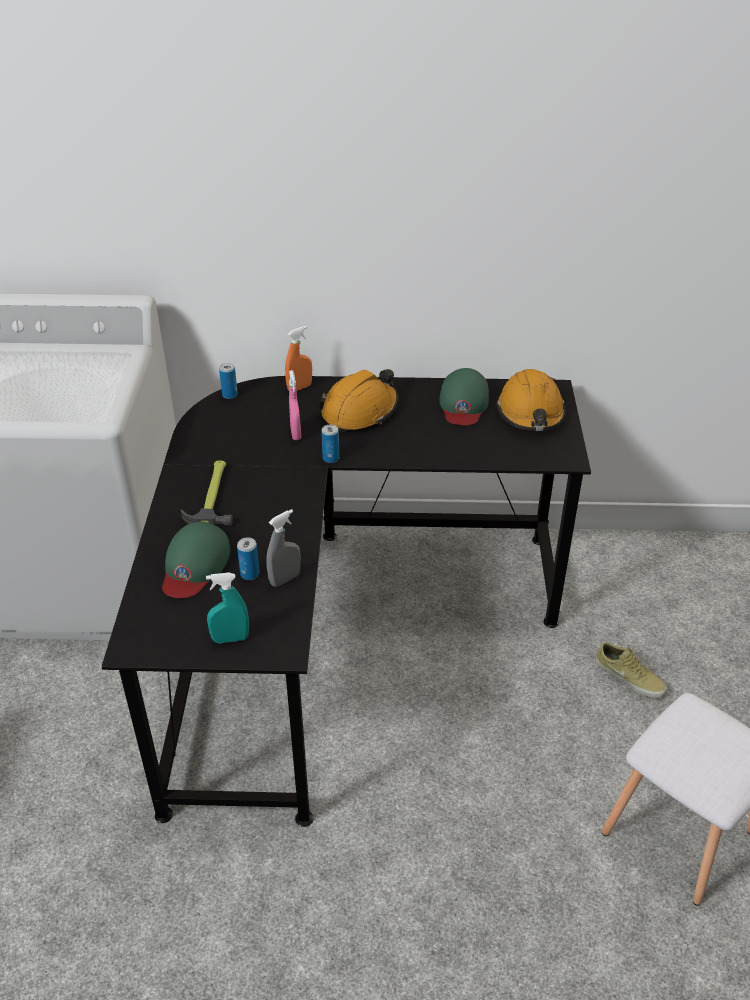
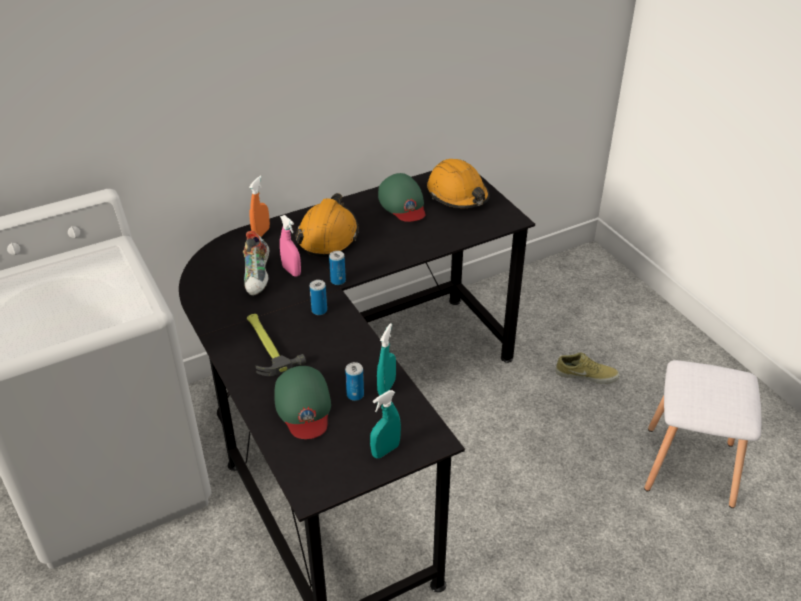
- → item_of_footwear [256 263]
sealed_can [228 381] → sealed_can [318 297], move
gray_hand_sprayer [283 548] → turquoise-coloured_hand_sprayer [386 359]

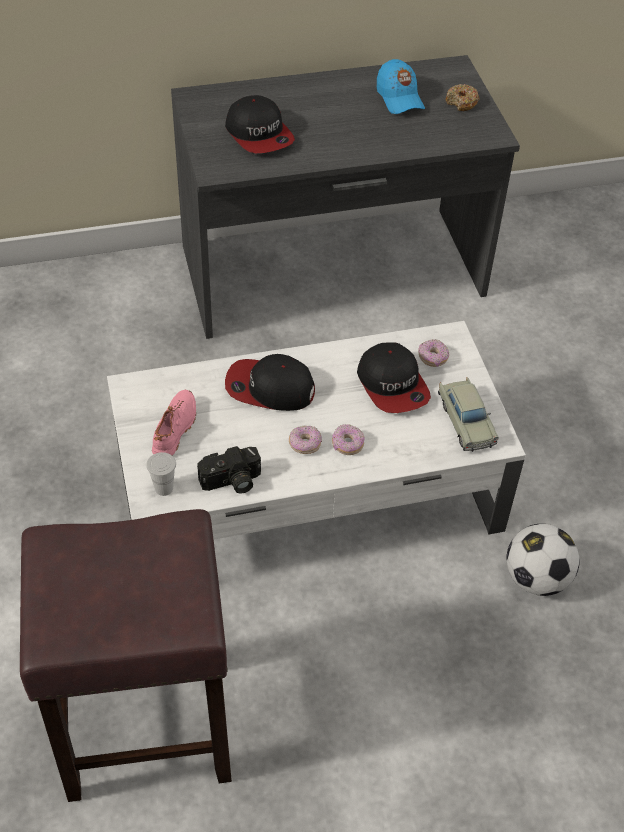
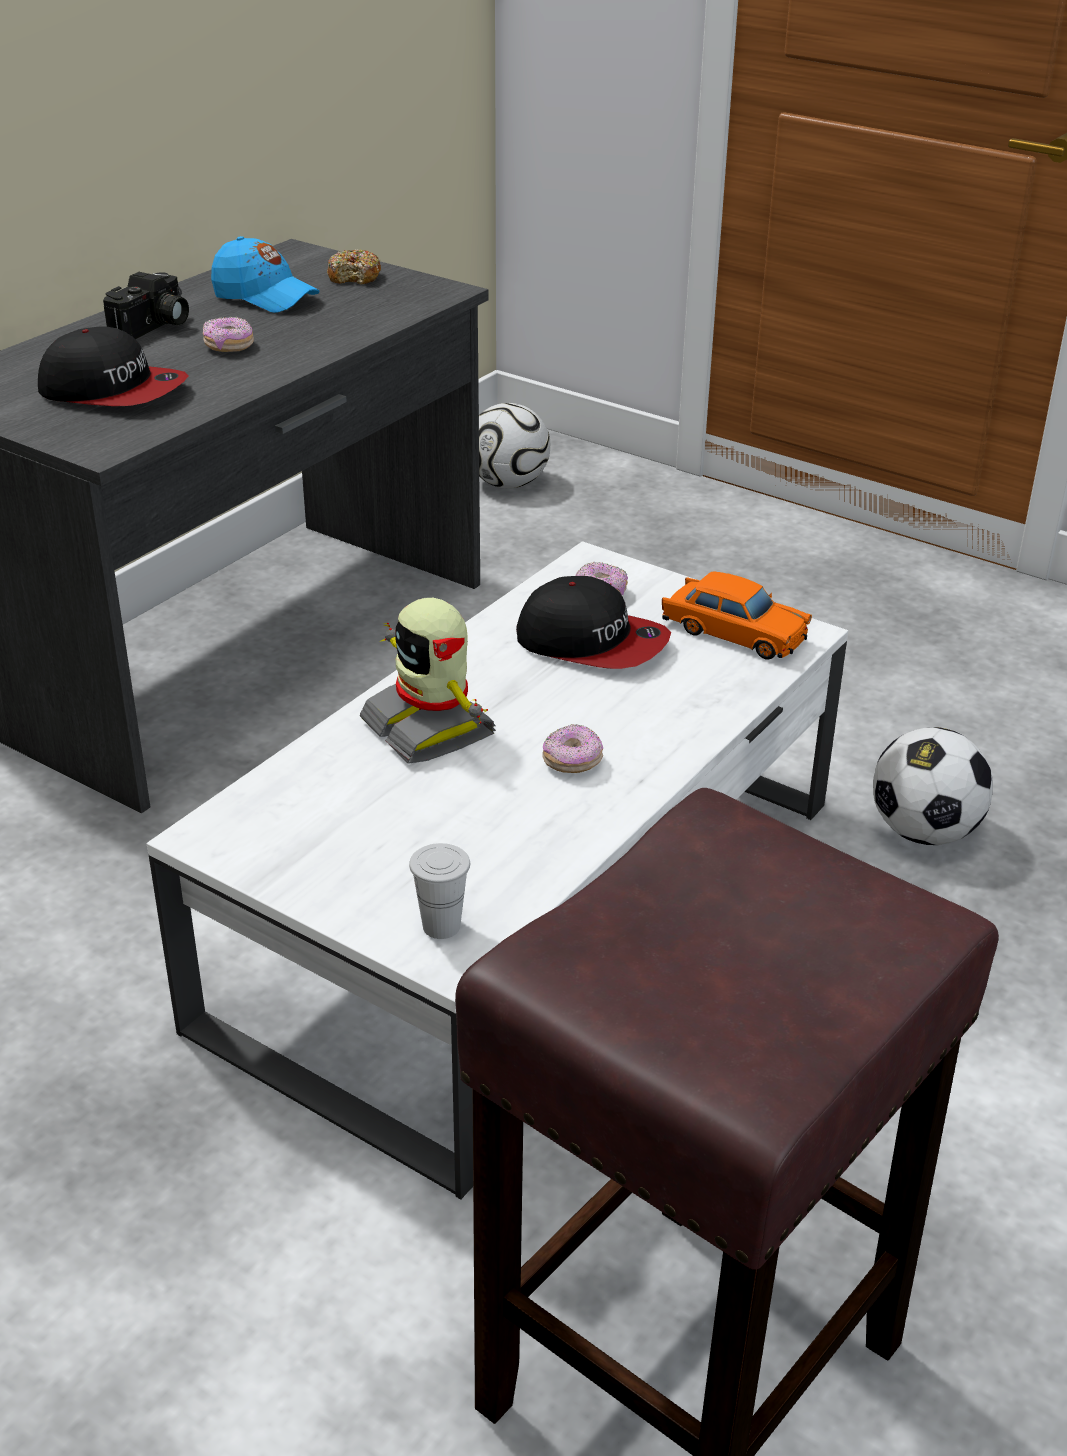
pink_item_of_footwear [174 422] → -
- → football_ball [514 446]
still_camera [229 470] → still_camera [146 305], move
ring_doughnut [348 439] → ring_doughnut [228 334], move
baseball_cap [270 382] → robot_figure [428 680]
beige_miniature_car [468 414] → orange_miniature_car [737 615]

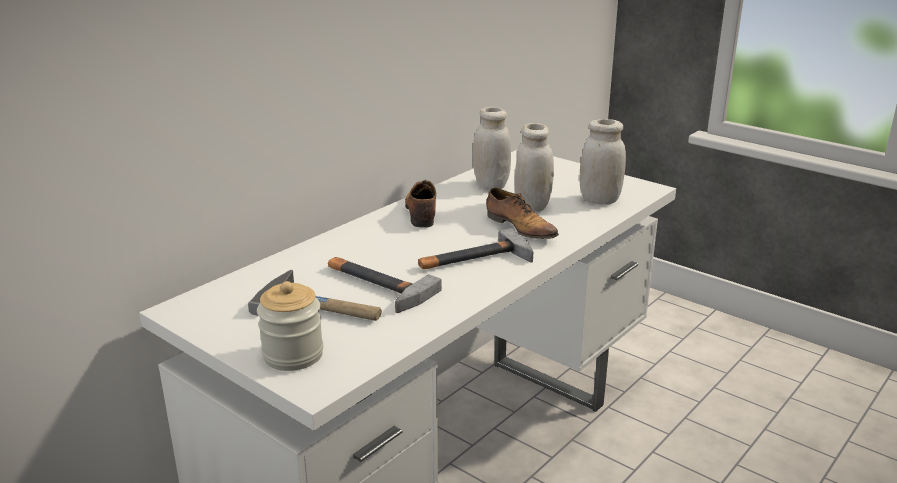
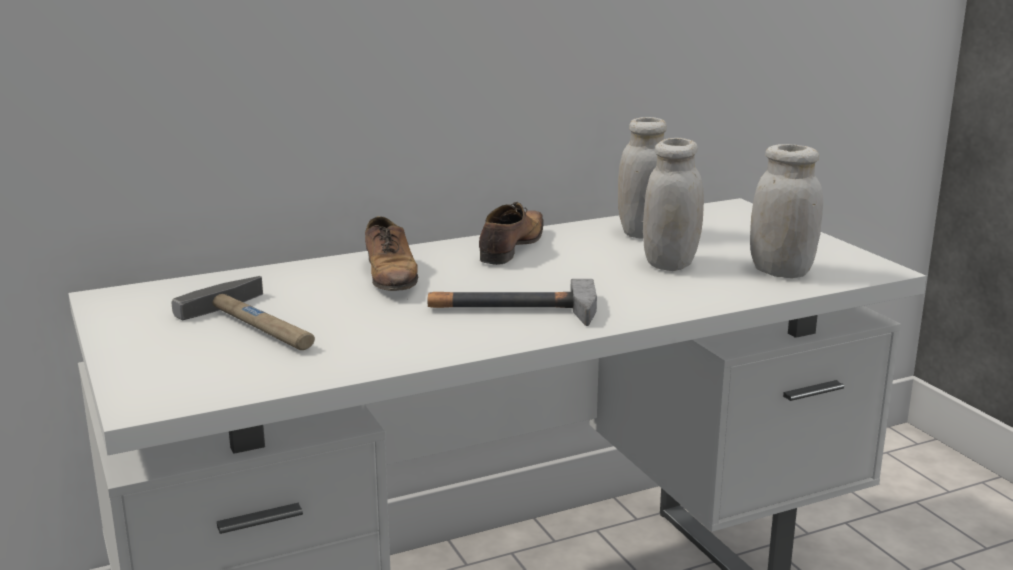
preserve_jar [290 326] → -
tool_hammer [385 285] → -
item_of_footwear [522 213] → item_of_footwear [391 253], move

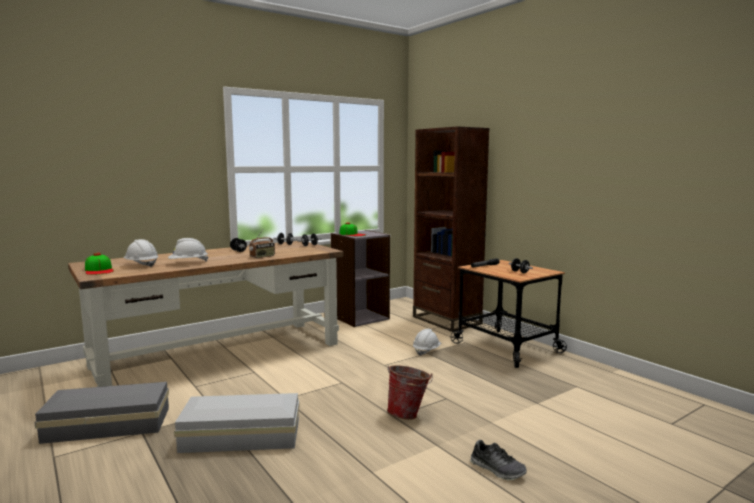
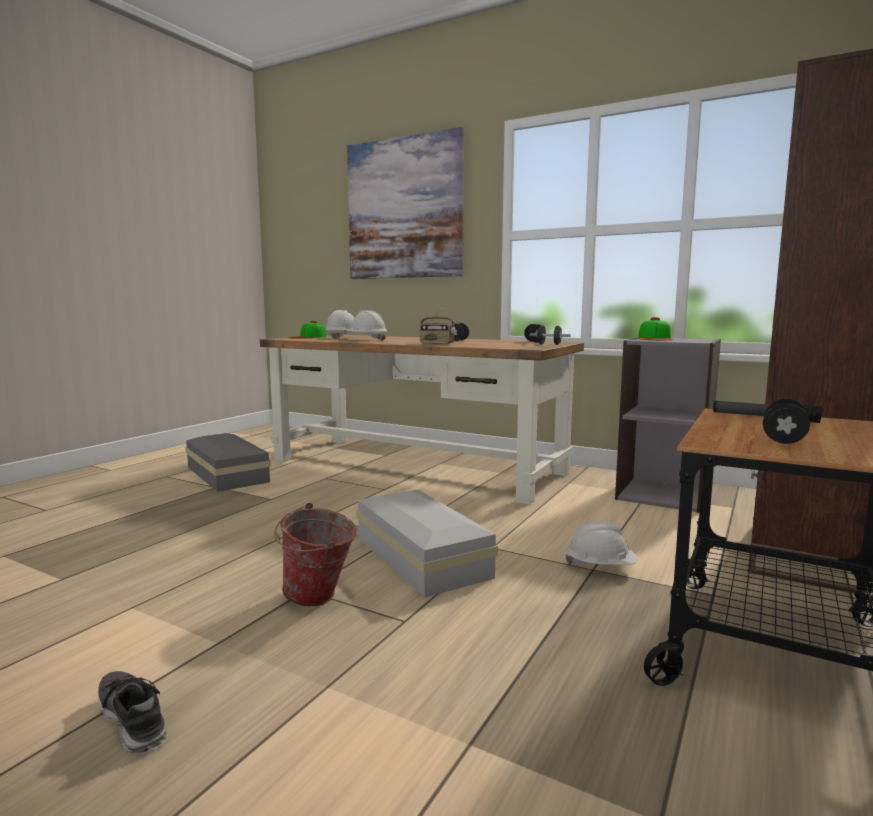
- → picture [405 203]
white-coloured_storage_bin [236 423] → white-coloured_storage_bin [427 543], move
item_of_footwear [498 460] → item_of_footwear [133 712], 120 degrees clockwise

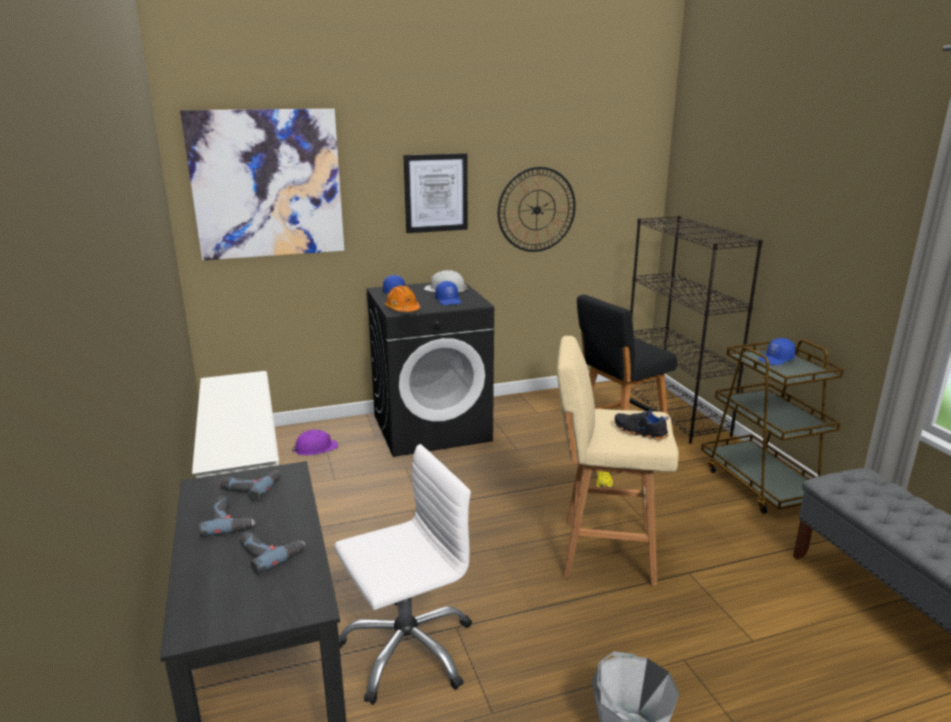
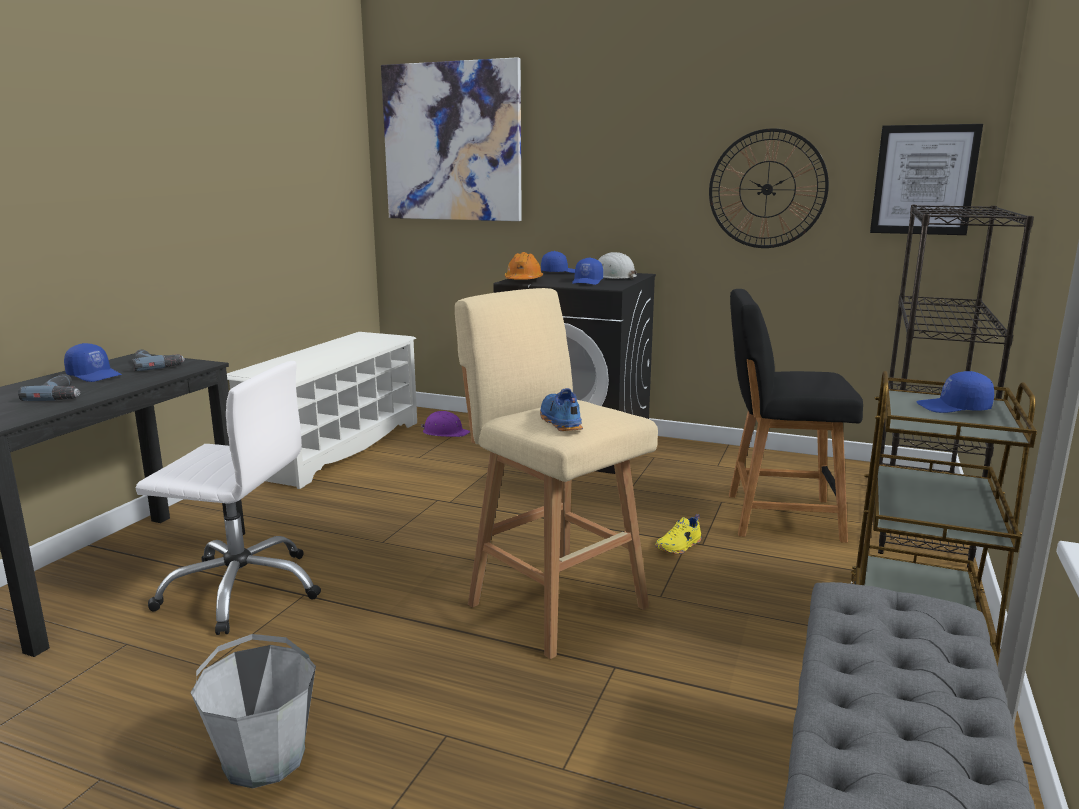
picture [435 193] → picture [926 179], move
power_drill [227 516] → blue-coloured_baseball_cap [93 362]
black_item_of_footwear [641 425] → blue-coloured_item_of_footwear [561 409]

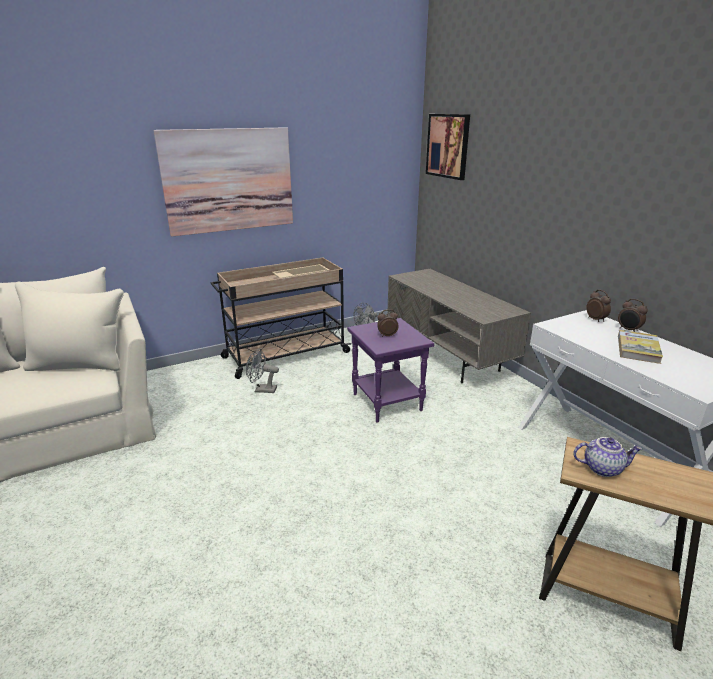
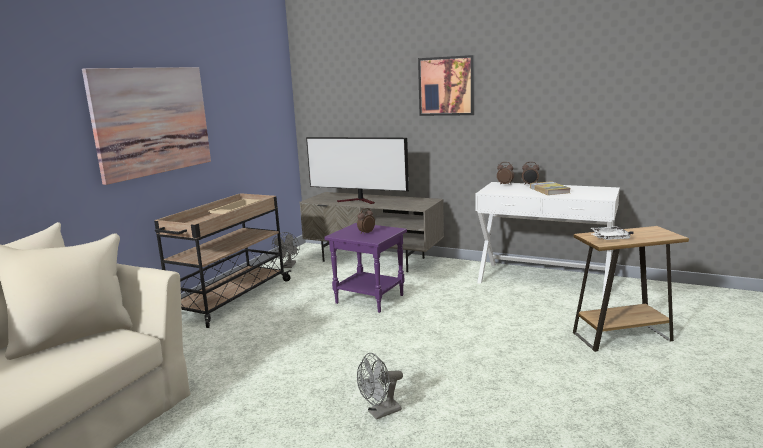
- → television [357 170]
gray_electric_fan [262 370] → gray_electric_fan [380 386], move
picture [448 147] → picture [446 85], move
pot_for_tea [607 457] → white-coloured_tray [612 233]

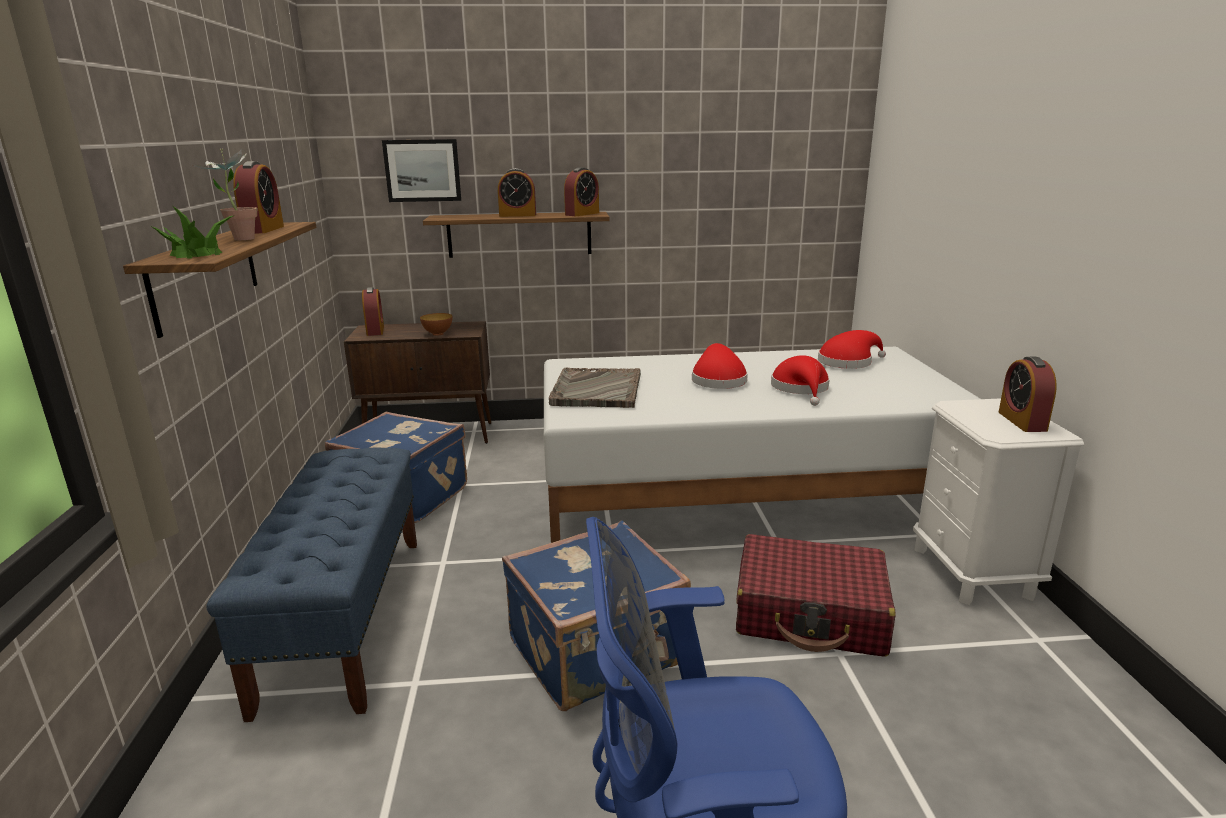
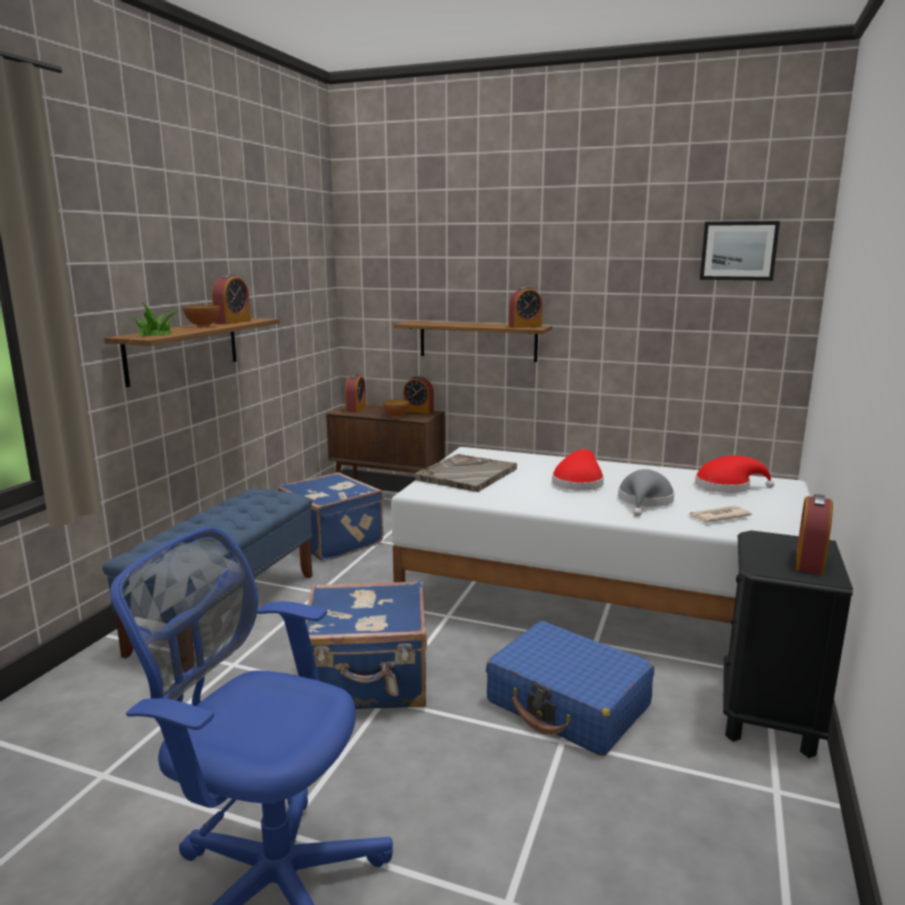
- → newspaper [719 514]
picture [421 170] → picture [740 251], move
bedside_clock [517 192] → bedside_clock [418 395], move
plant_in_a_pot [224 194] → bowl [201 316]
red-coloured_suitcase [816 595] → blue-coloured_suitcase [570 688]
red-coloured_wearable_hat [800 380] → gray_wearable_hat [646 492]
white-coloured_night_table [998 501] → black_night_table [788 644]

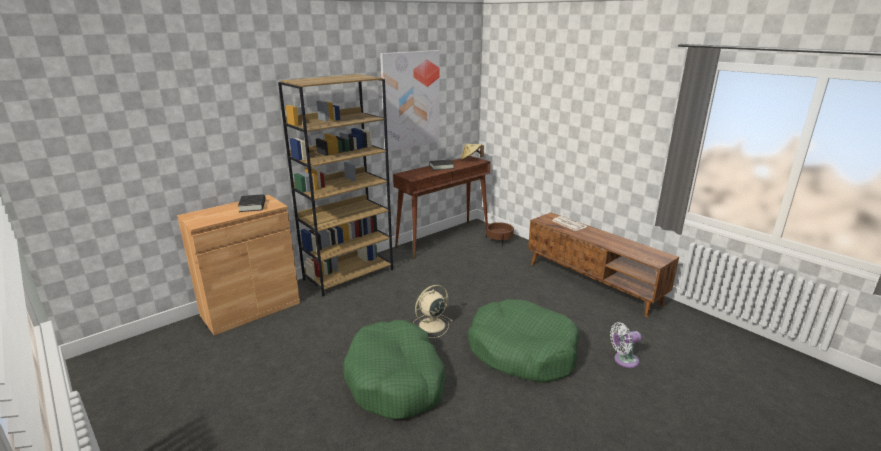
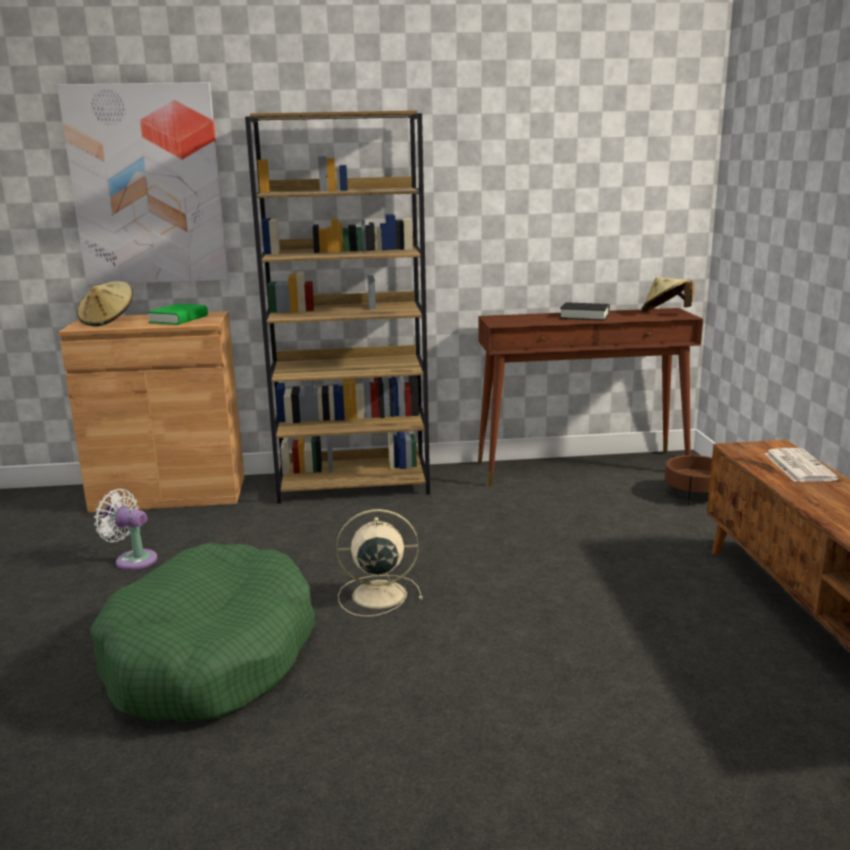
greenish_pet_bed [524 341] → -
- → beige_wearable_hat [105 303]
picture [410 101] → picture [143 183], move
white-coloured_electric_fan [625 345] → white-coloured_electric_fan [125 529], move
black_bound_book [252 203] → greenish_bound_book [177 314]

